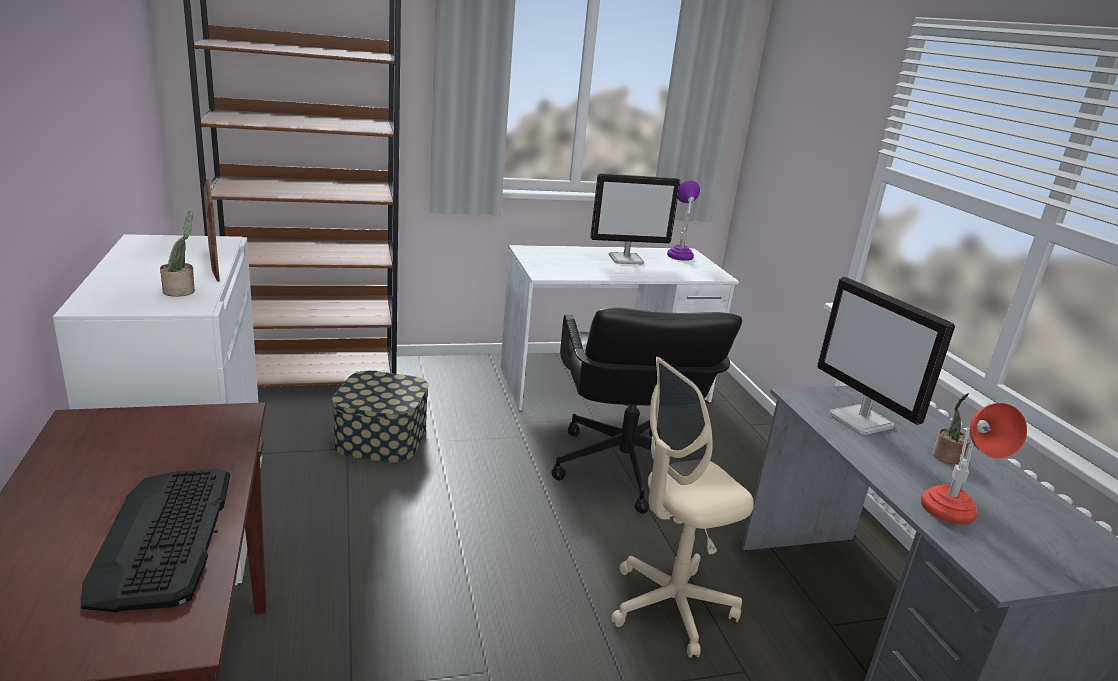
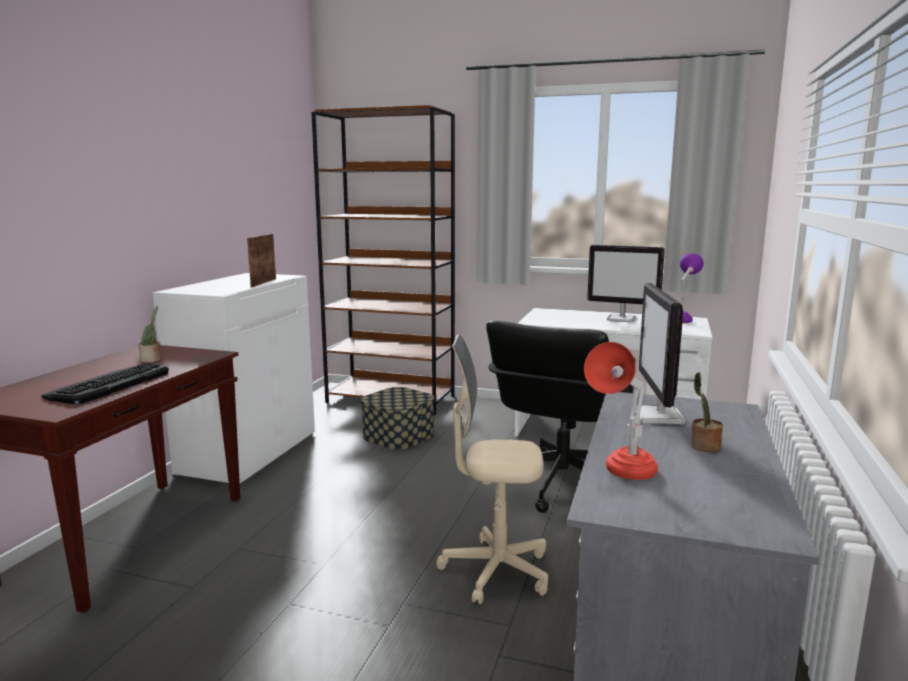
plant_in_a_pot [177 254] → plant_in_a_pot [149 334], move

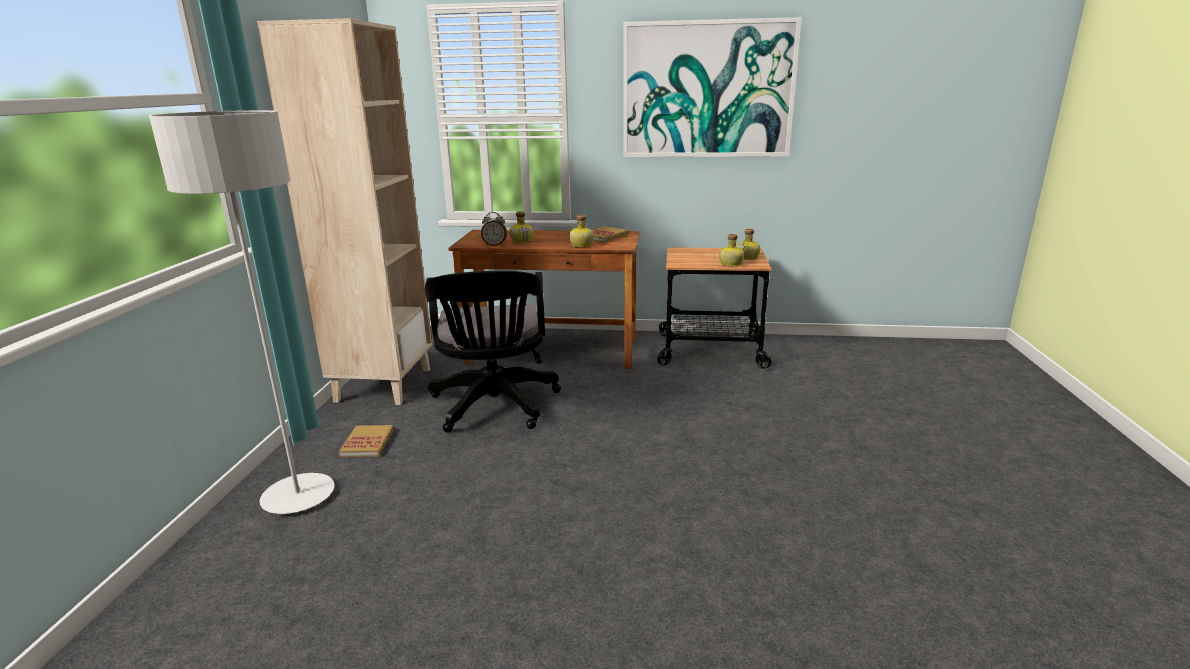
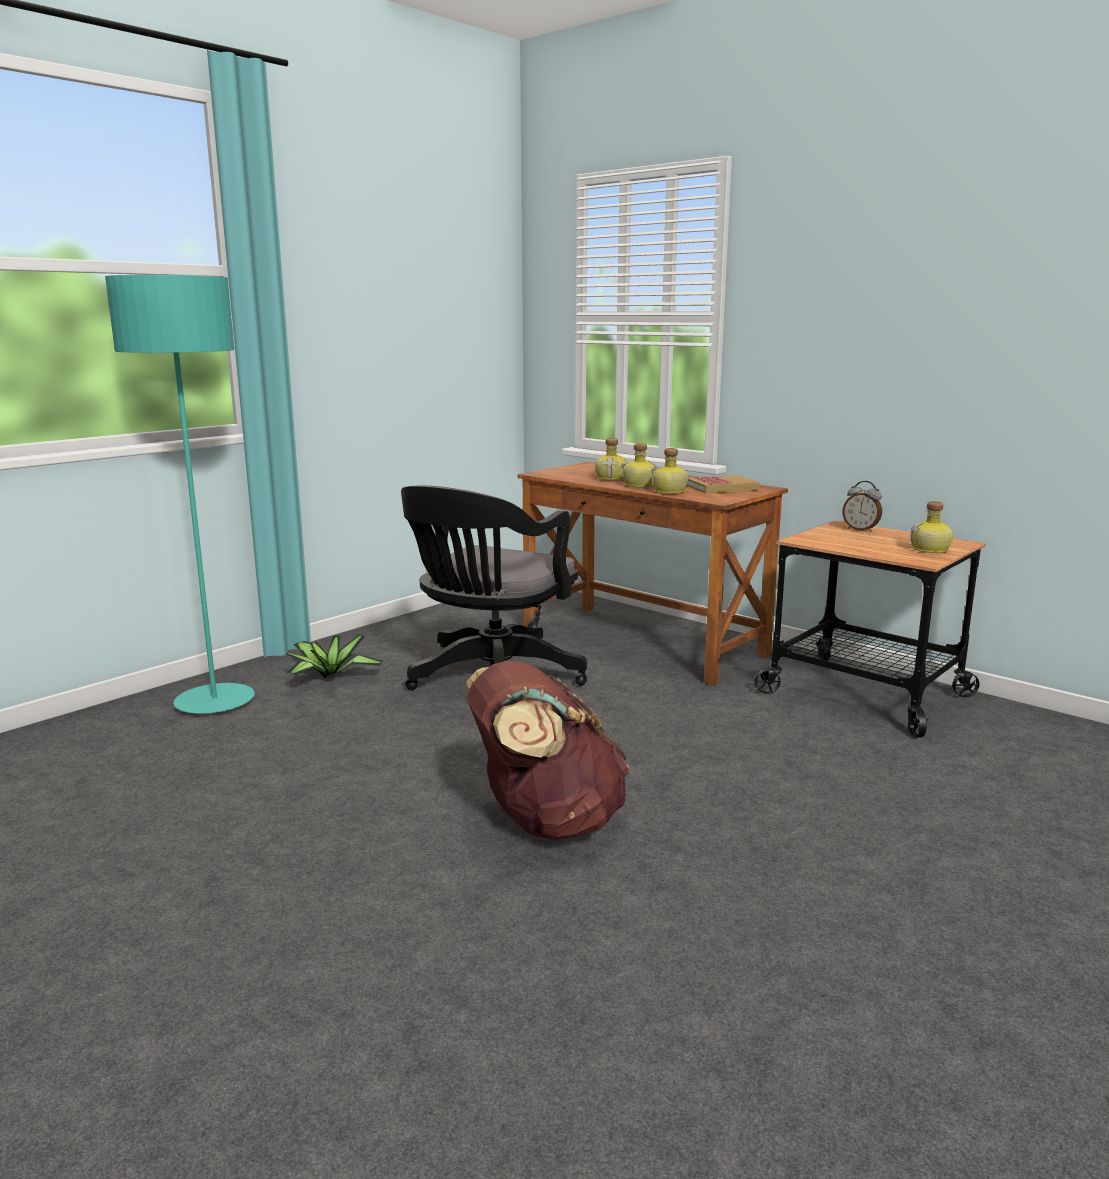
beige_shelving_unit [344 211] → -
picture [712 87] → -
- → brown-coloured_rucksack [548 750]
bedside_clock [494 229] → bedside_clock [862 506], move
drink_bottle [731 250] → drink_bottle [640 465], move
bound_book [366 441] → plant_in_a_pot [334 657]
gray_standard_lamp [242 312] → turquoise-coloured_standard_lamp [180 494]

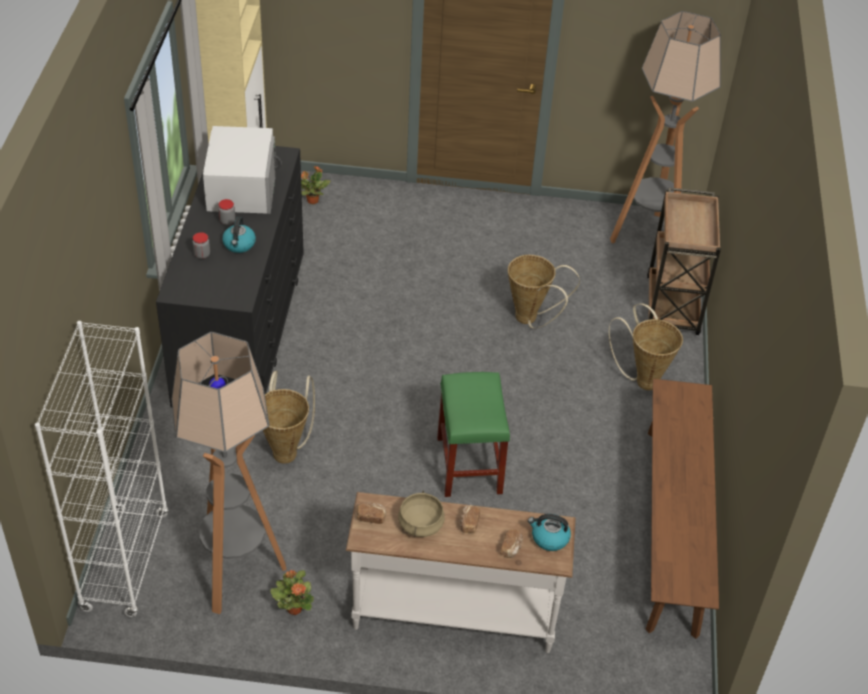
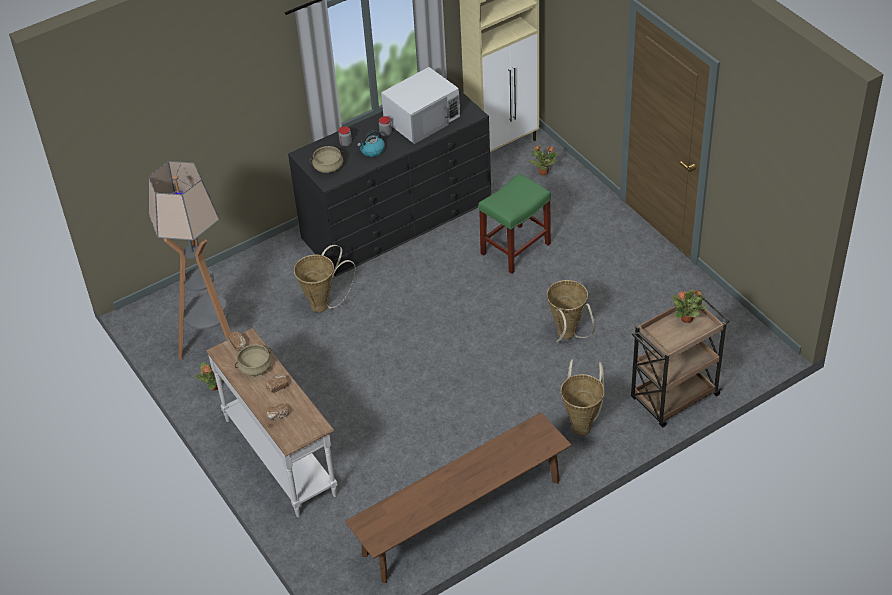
white-coloured_shelving_unit [102 469] → -
water_kettle [549 532] → -
standard_lamp [665 127] → -
- → beige_saucepot [327 159]
- → plant_in_a_pot [689 306]
greenish_sitting_stool [473 434] → greenish_sitting_stool [514 224], move

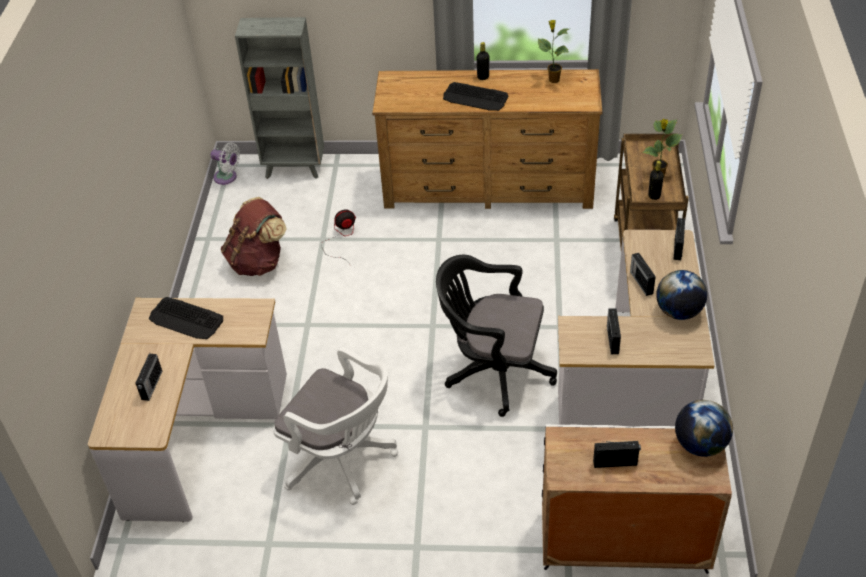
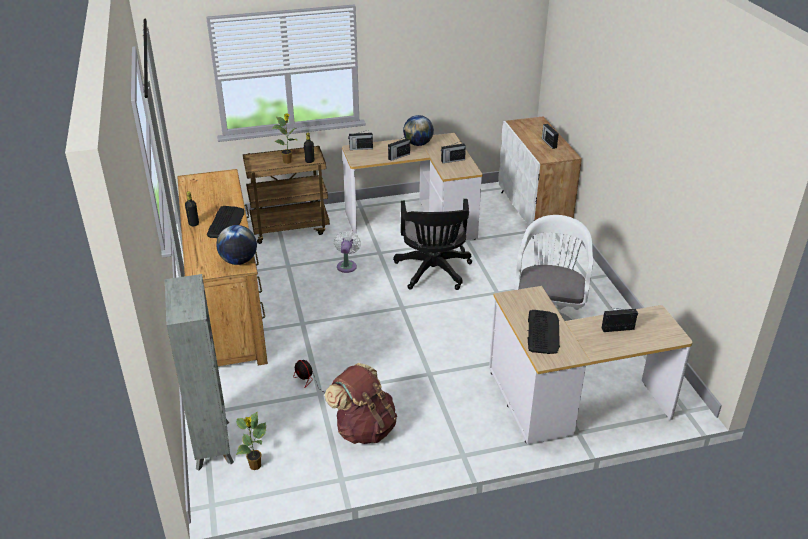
white-coloured_electric_fan [225 163] → white-coloured_electric_fan [347 252], move
plant_in_a_pot [553 51] → plant_in_a_pot [251 441], move
world_globe [704 428] → world_globe [236 245], move

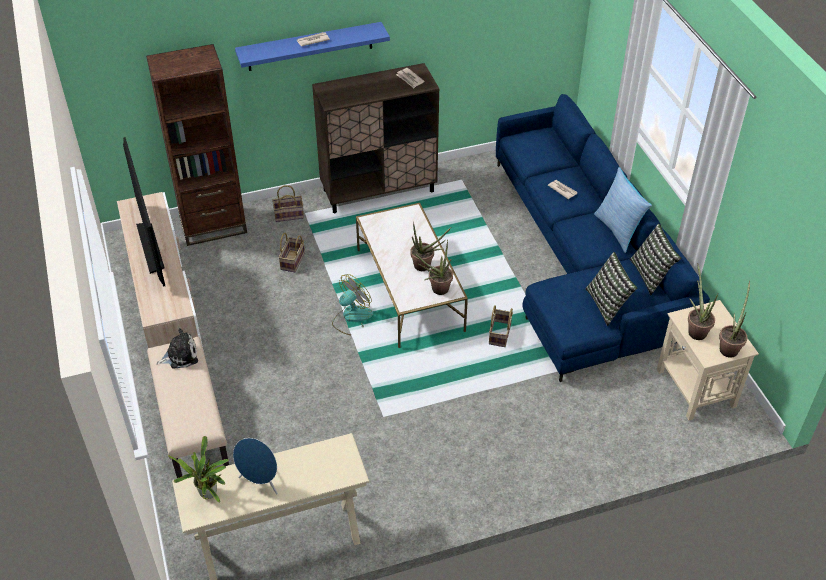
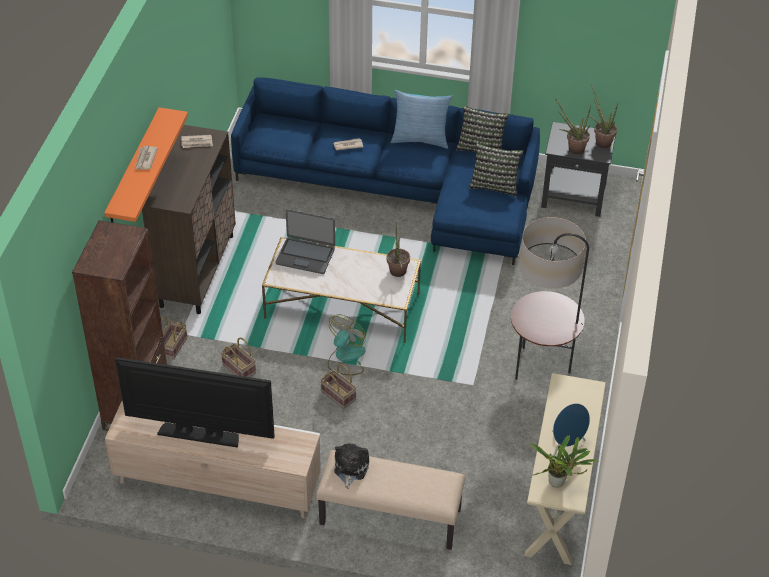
plant_in_a_pot [430 246] → -
- → laptop [305 241]
- → standard_lamp [550 298]
storage_basket [501 326] → storage_basket [338 386], move
blue-coloured_wall_shelf [312 46] → orange_wall_shelf [146 165]
beige_end_table [708 360] → black_end_table [578 169]
electric_fan [352 304] → electric_fan [347 344], 45 degrees clockwise

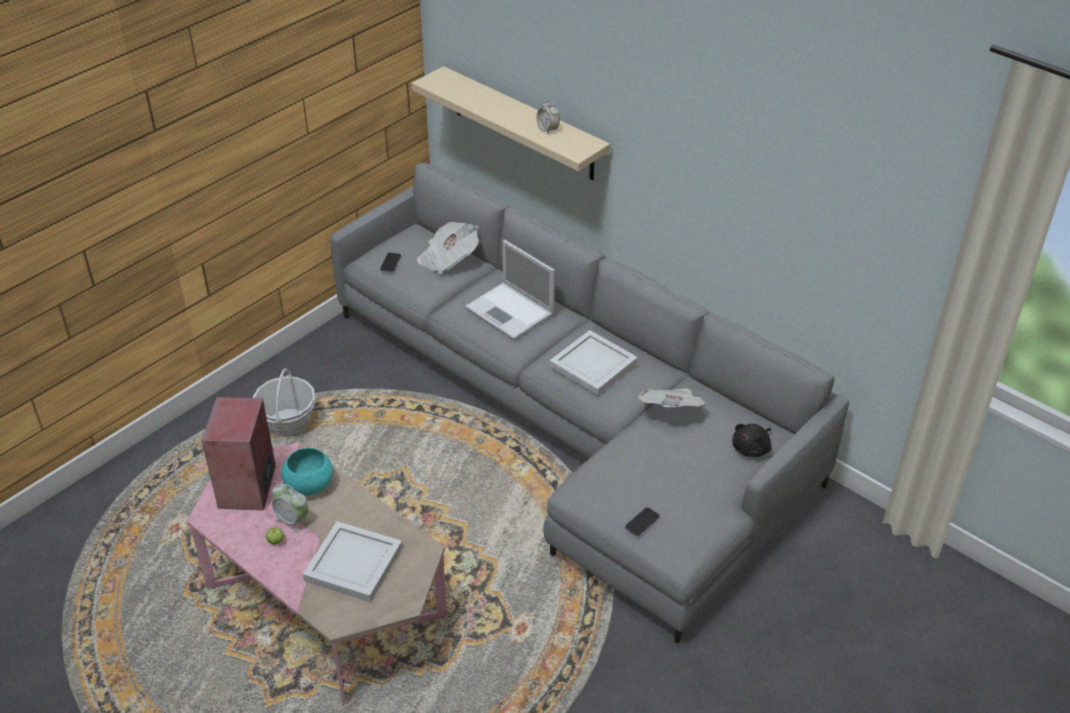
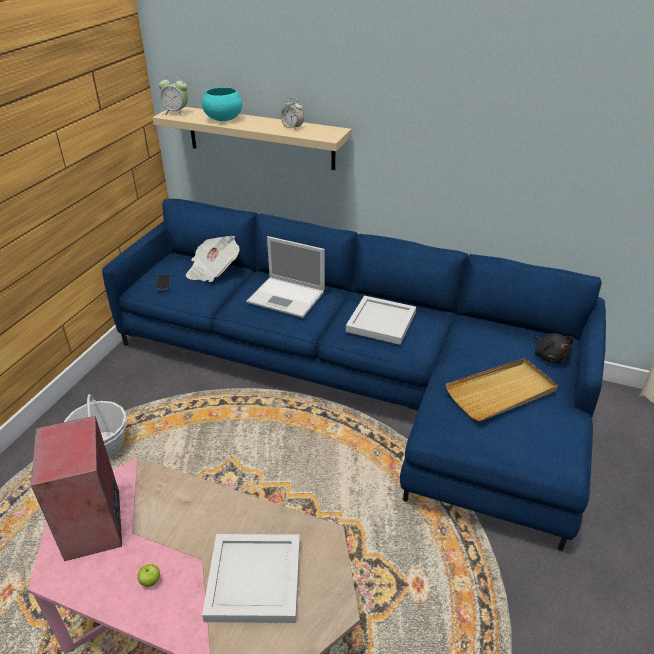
phone [642 521] → -
newspaper [672 397] → -
- → beige_tray [502 389]
bedside_clock [290 509] → bedside_clock [173 95], move
turquoise-coloured_bowl [307 472] → turquoise-coloured_bowl [222 104], move
gray_settee [589 403] → blue-coloured_settee [354 375]
black_cuddly_toy [751 440] → black_cuddly_toy [553 348], 45 degrees counterclockwise

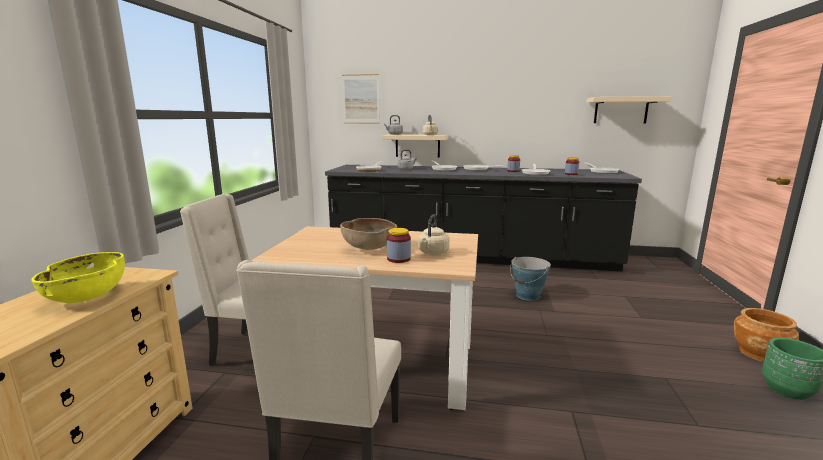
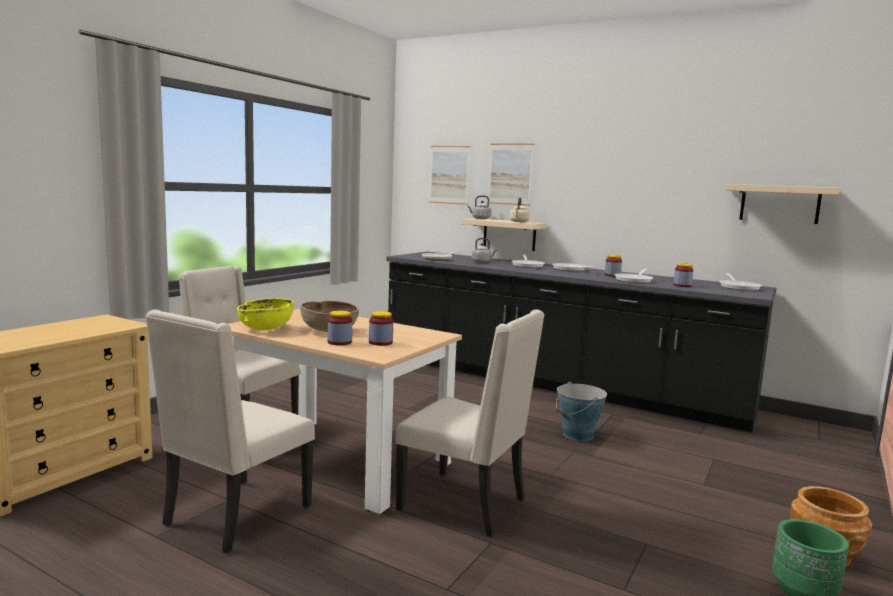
- → beige_upright_chair [470 423]
- → picture [511 174]
yellow-coloured_bowl [78 277] → yellow-coloured_bowl [265 314], move
beige_water_kettle [433 234] → preserve_jar [381 328]

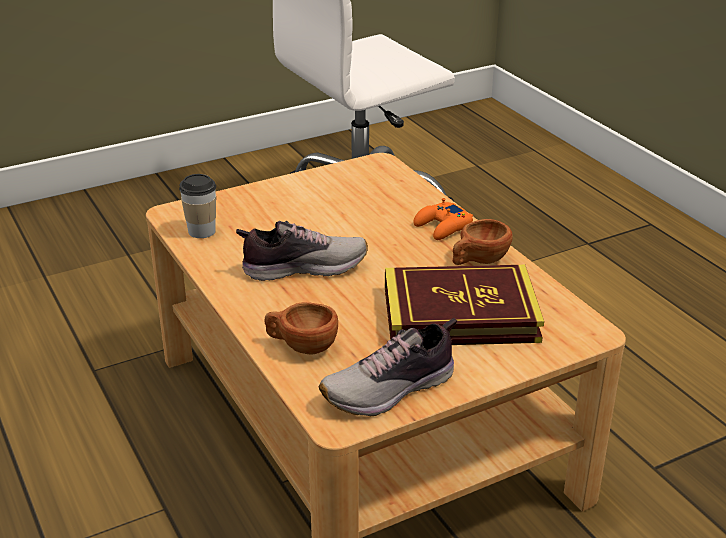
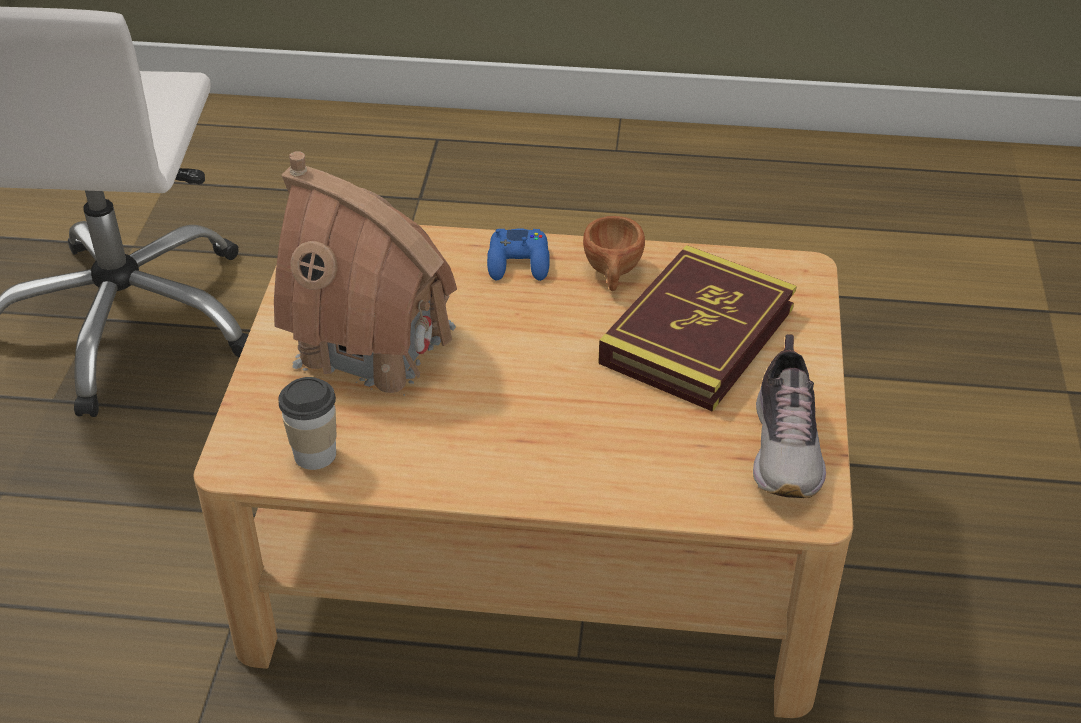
item_of_footwear [302 251] → -
brown-coloured_small_cup [301 328] → -
- → model_house [365 273]
orange_game_controller [443 219] → blue-coloured_game_controller [518 254]

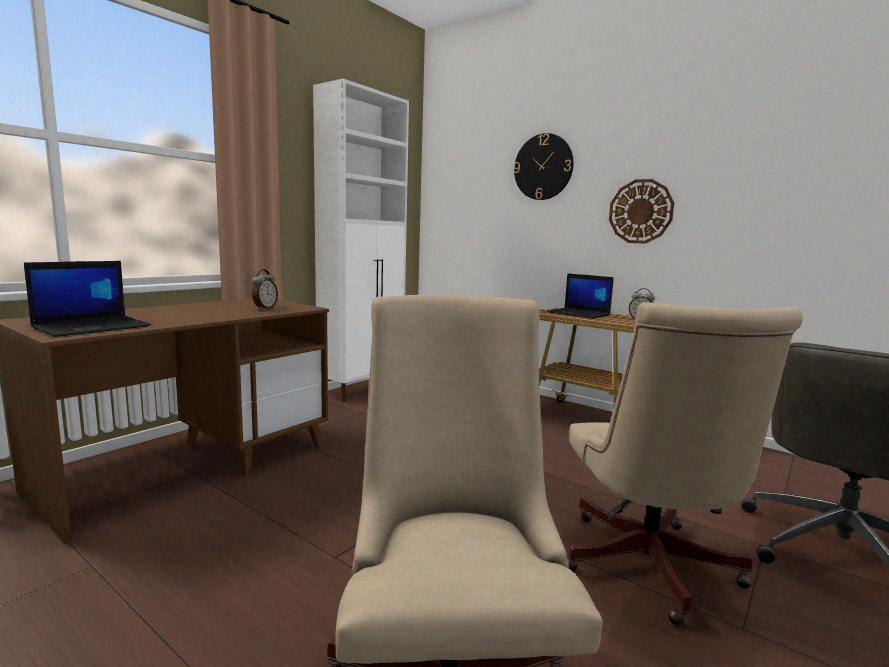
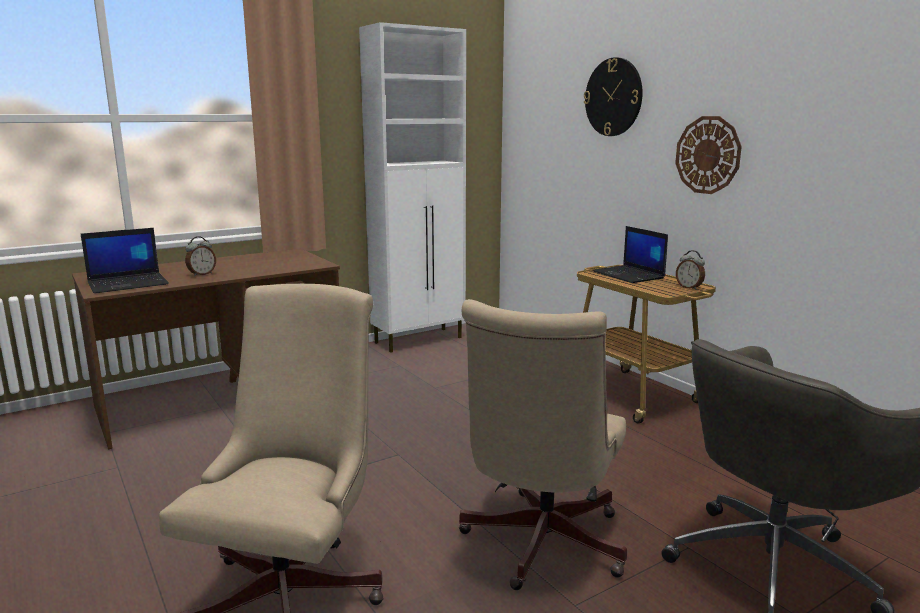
bedside_clock [265 289] → bedside_clock [200 256], move

